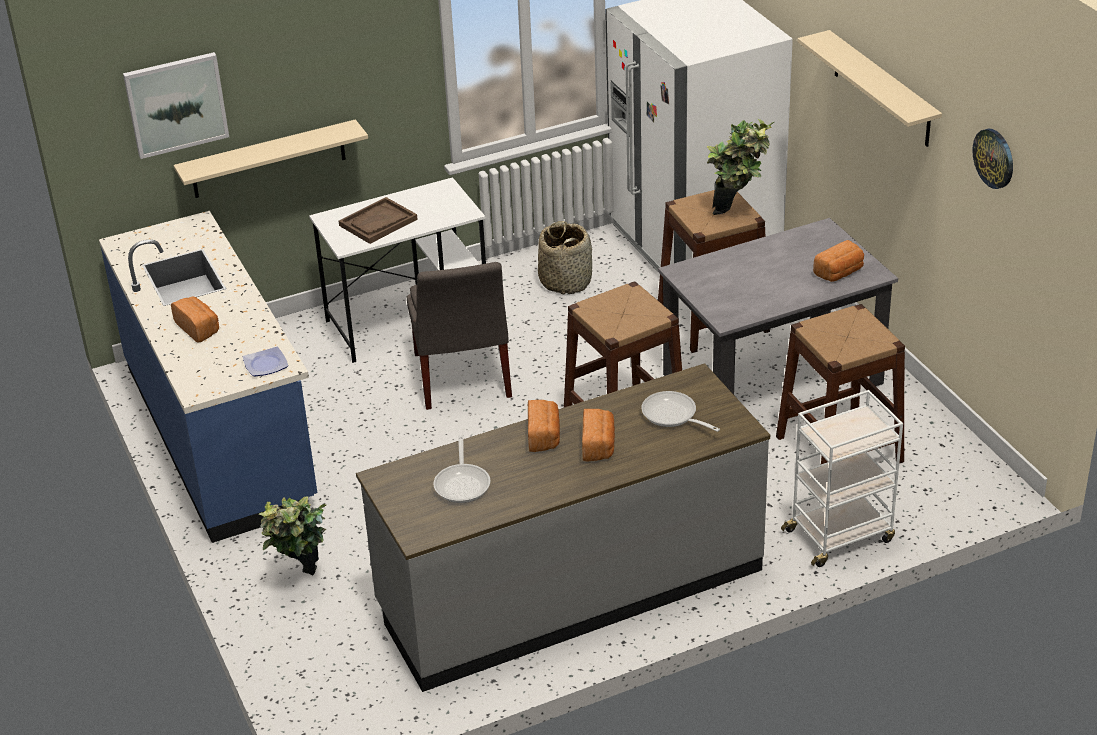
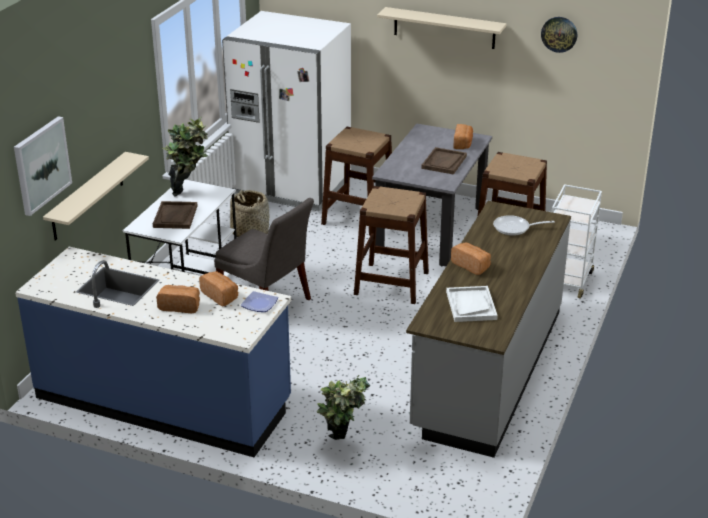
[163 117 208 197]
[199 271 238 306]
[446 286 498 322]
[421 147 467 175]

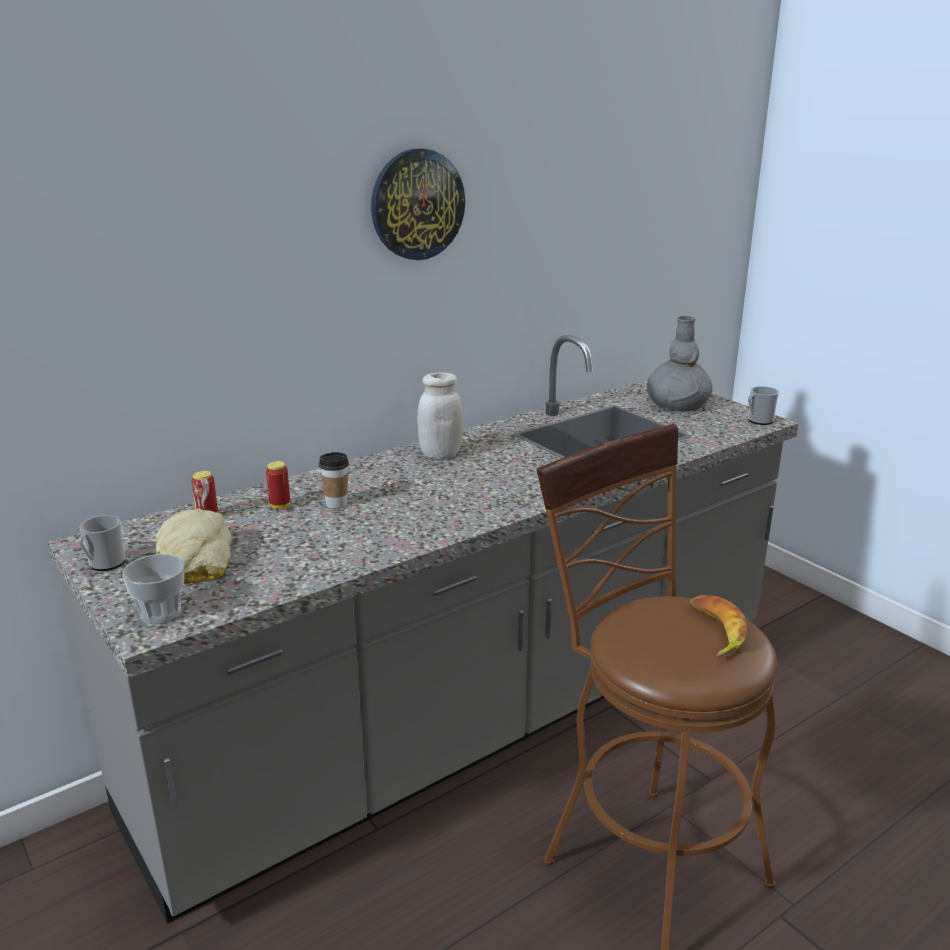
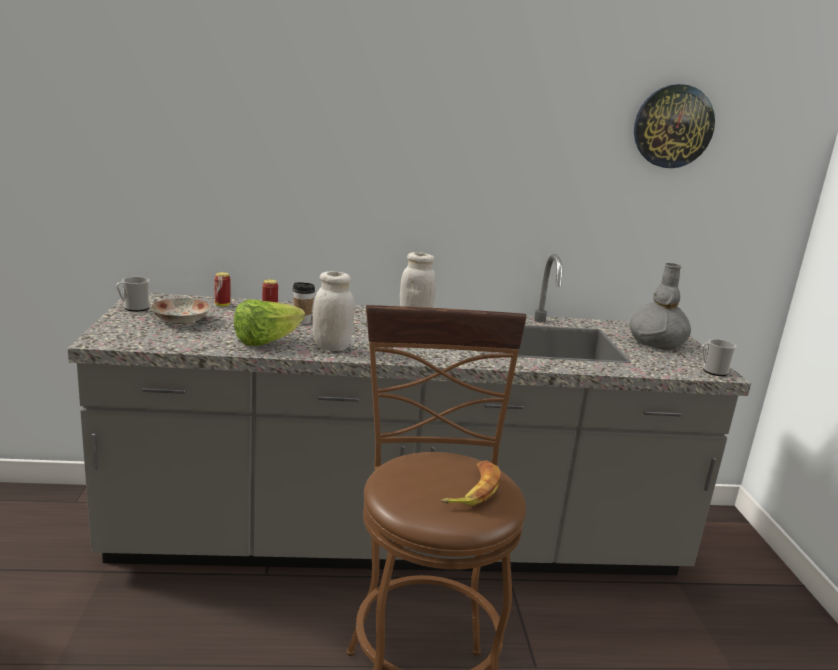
[634 84 715 168]
[150 298 211 324]
[122 554 184 624] (first image)
[313 271 355 351]
[234 299 305 346]

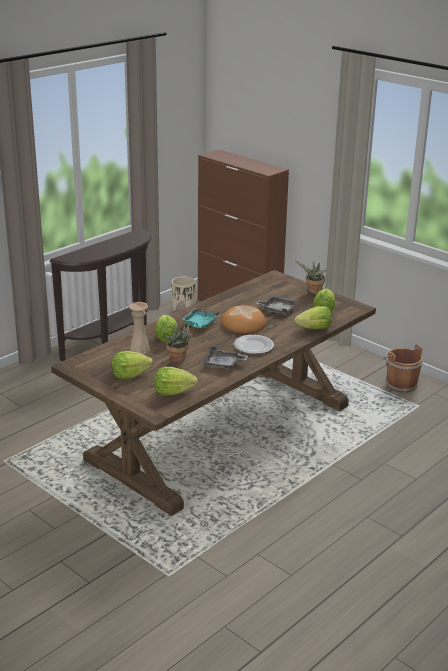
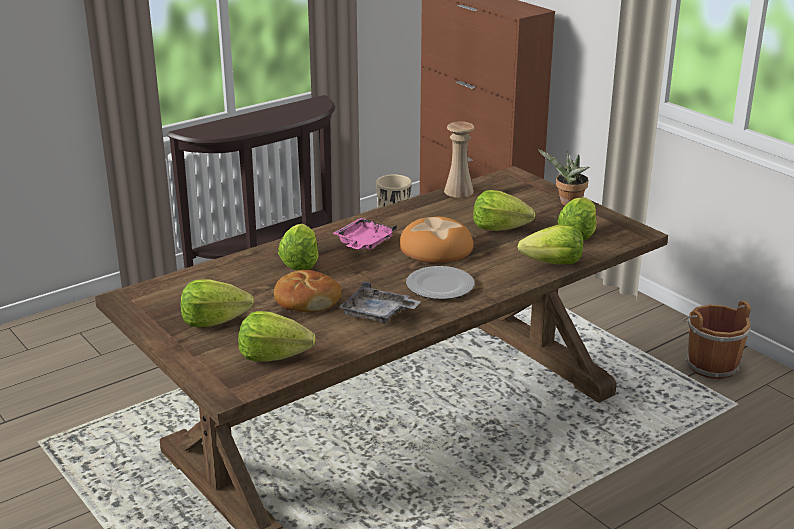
[473 190 535 231]
[444 122 475 198]
[333 218 397 250]
[274 270 341 312]

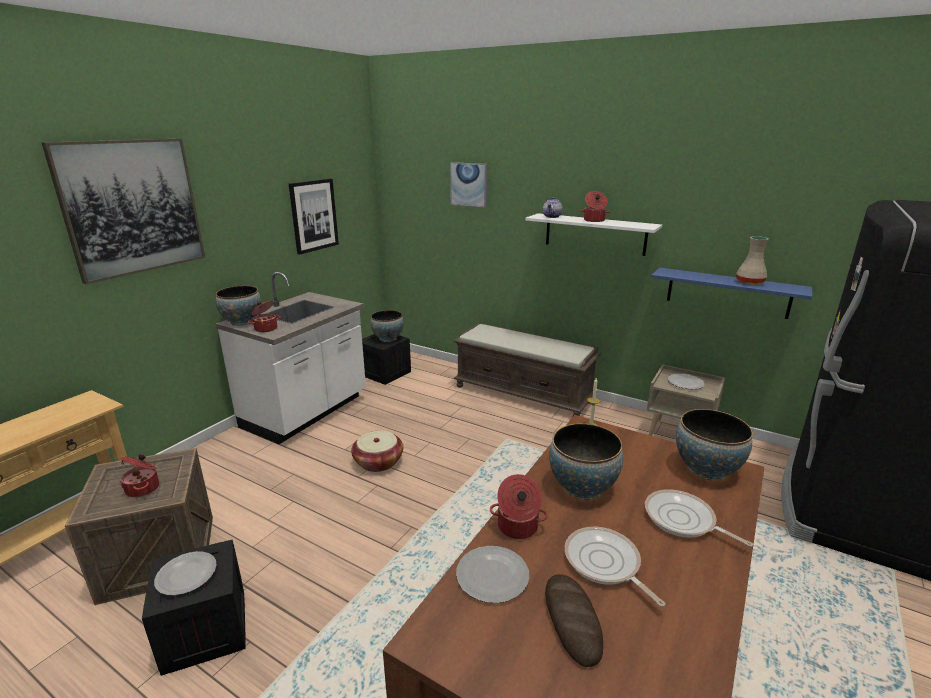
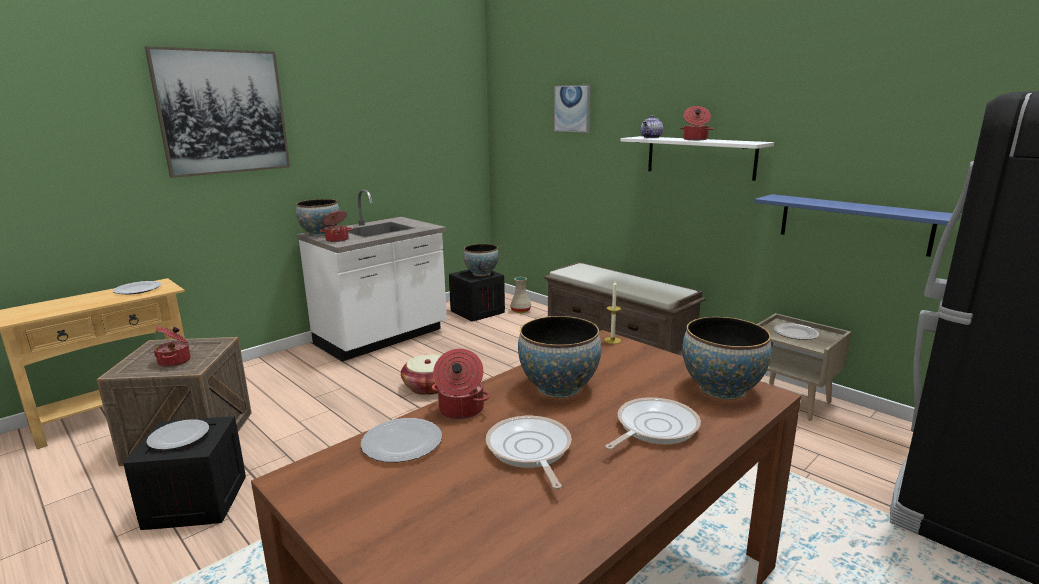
[289 179 339 255] (first image)
[510 277 531 313]
[605 397 701 450]
[545 574 603 667] (first image)
[113 281 161 294]

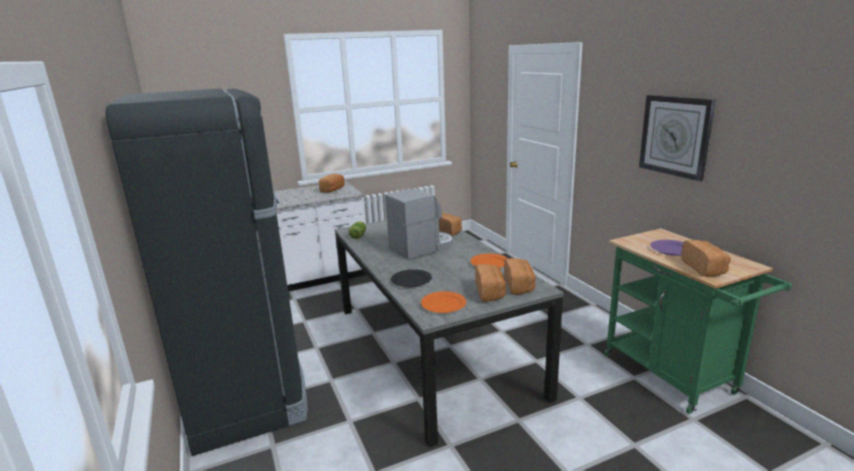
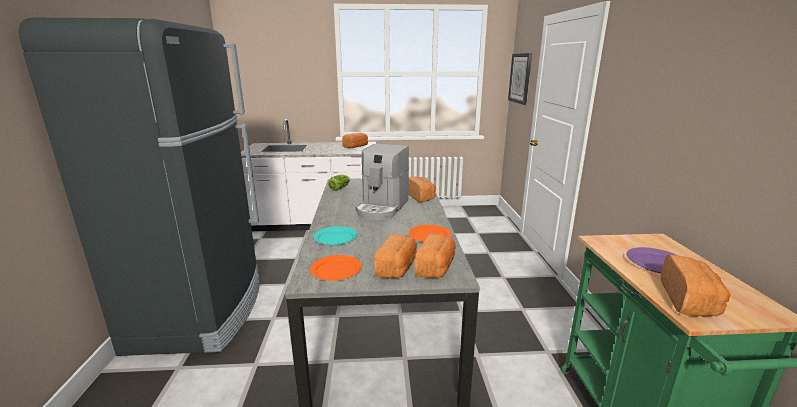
[508 53 532 105]
[356 144 409 220]
[313 226 357 245]

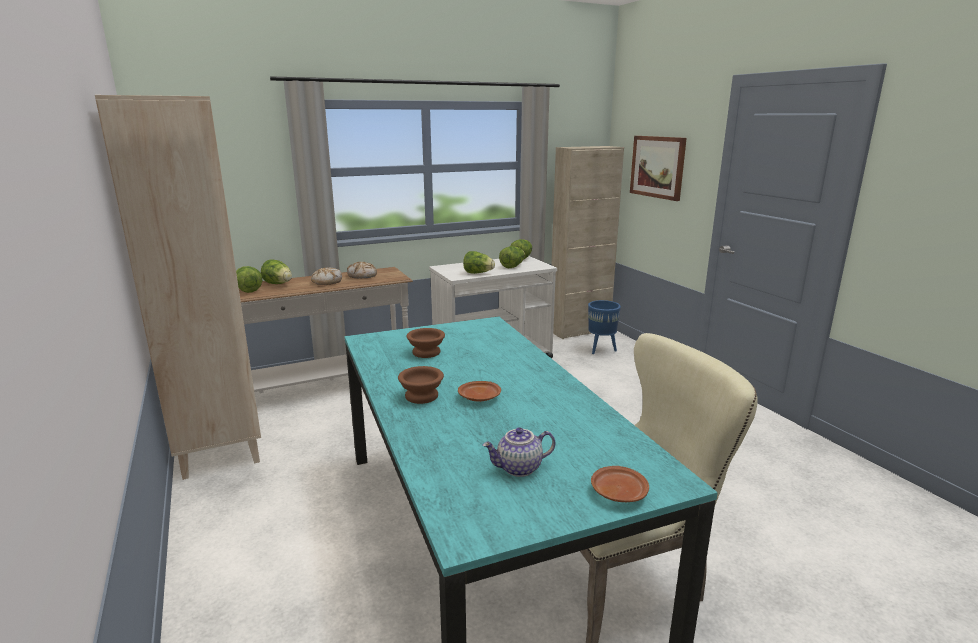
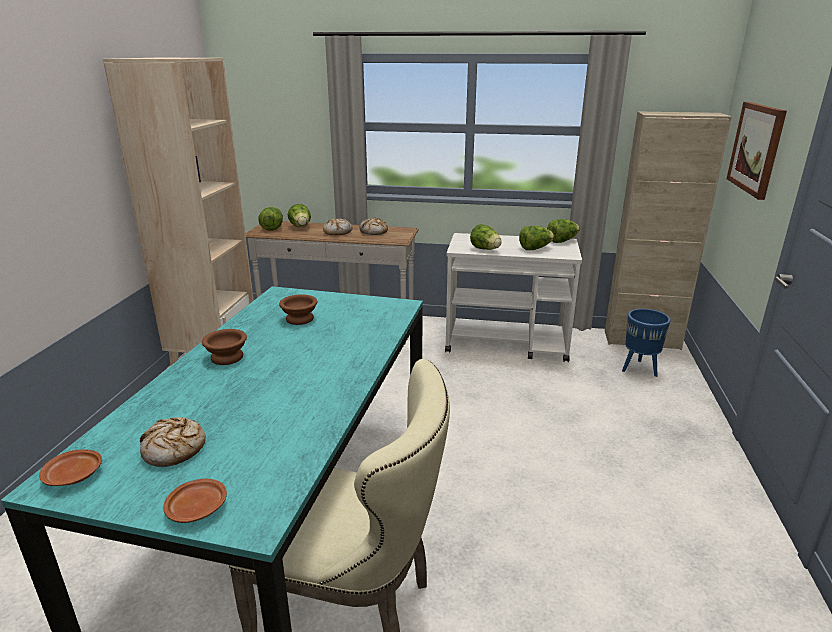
[39 449 102 486]
[140 417 206 467]

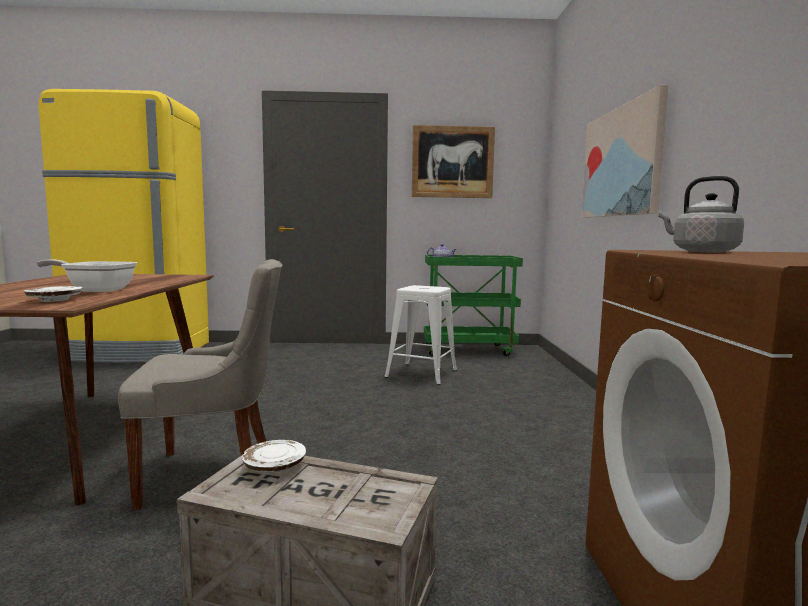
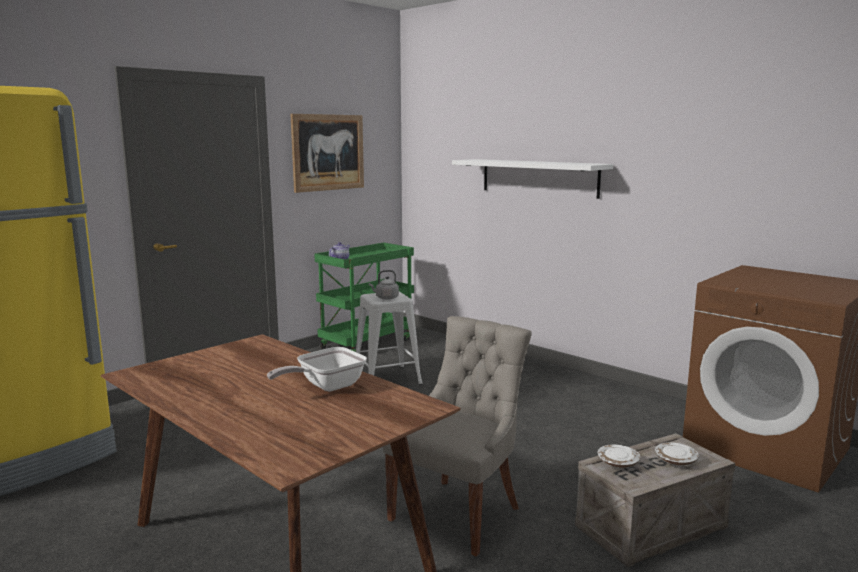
[452 159 614 199]
[369 270 399 300]
[655 442 699 466]

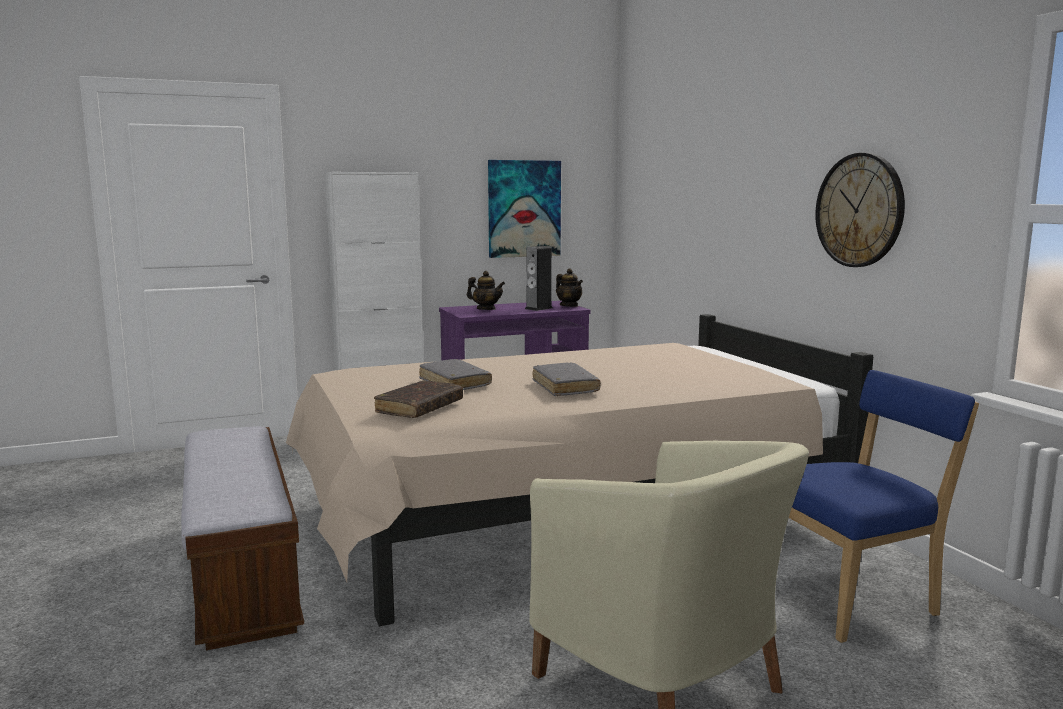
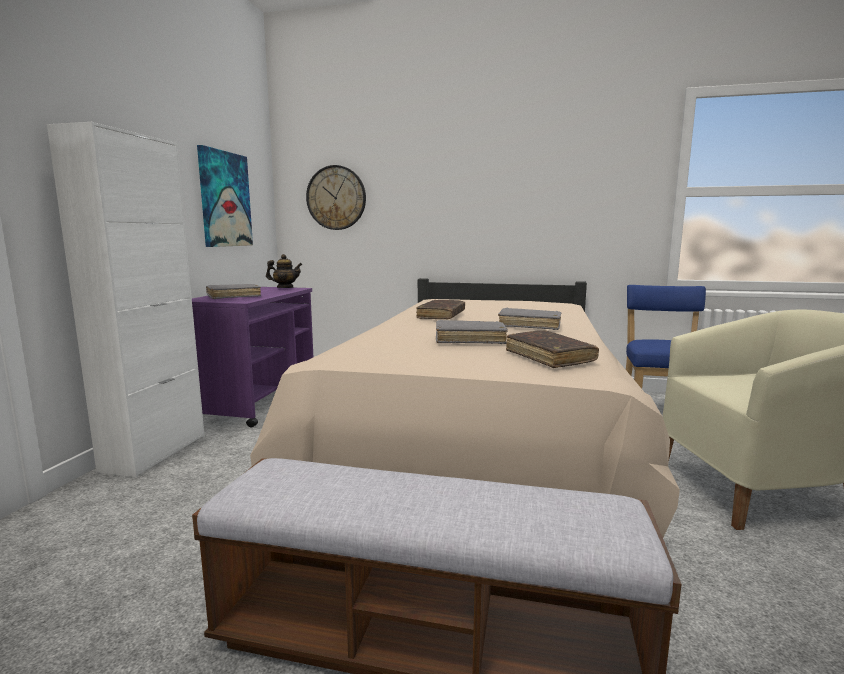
[306 165 366 230]
[525 246 553 311] (first image)
[206 284 261 299]
[416 300 465 320]

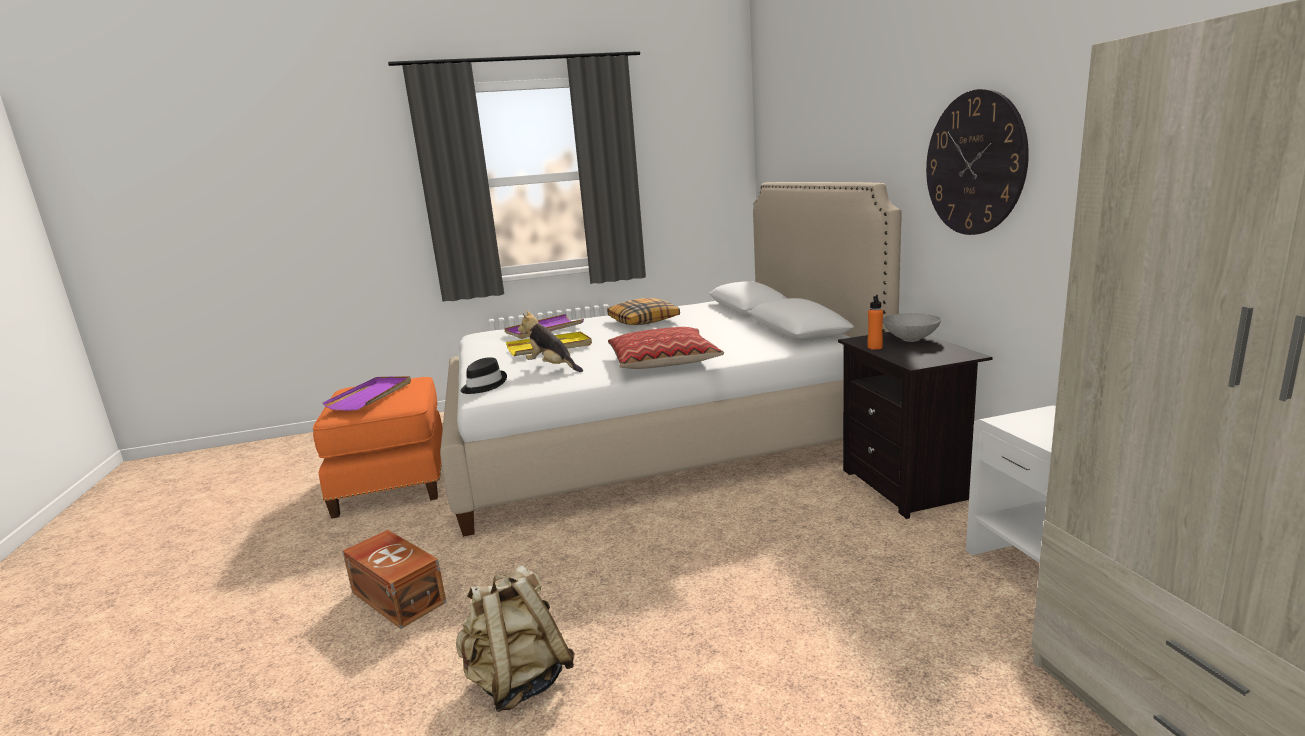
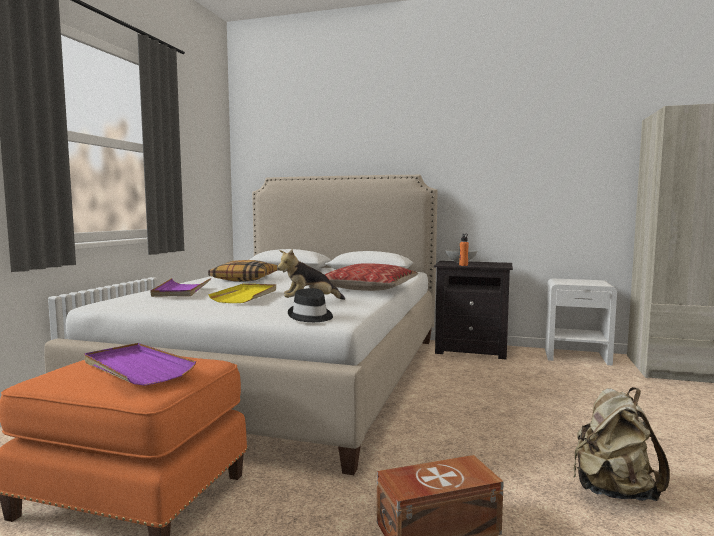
[926 89 1029 235] (first image)

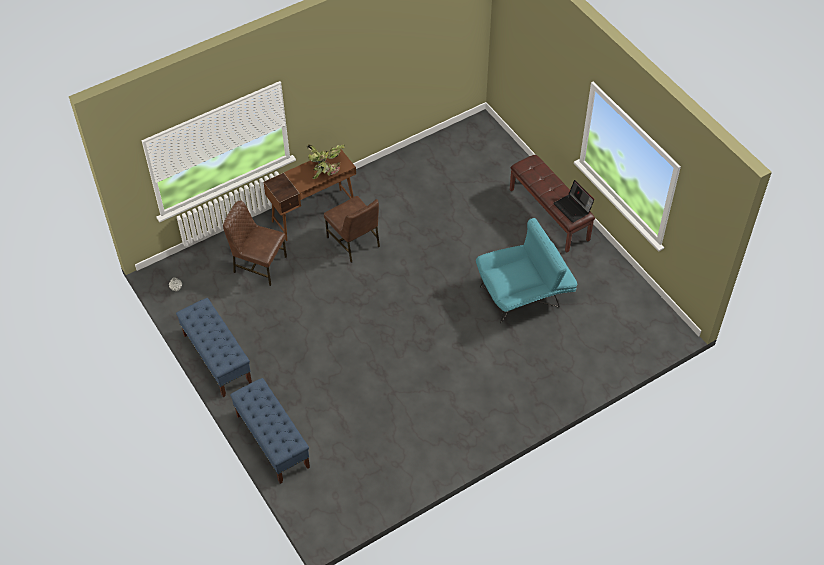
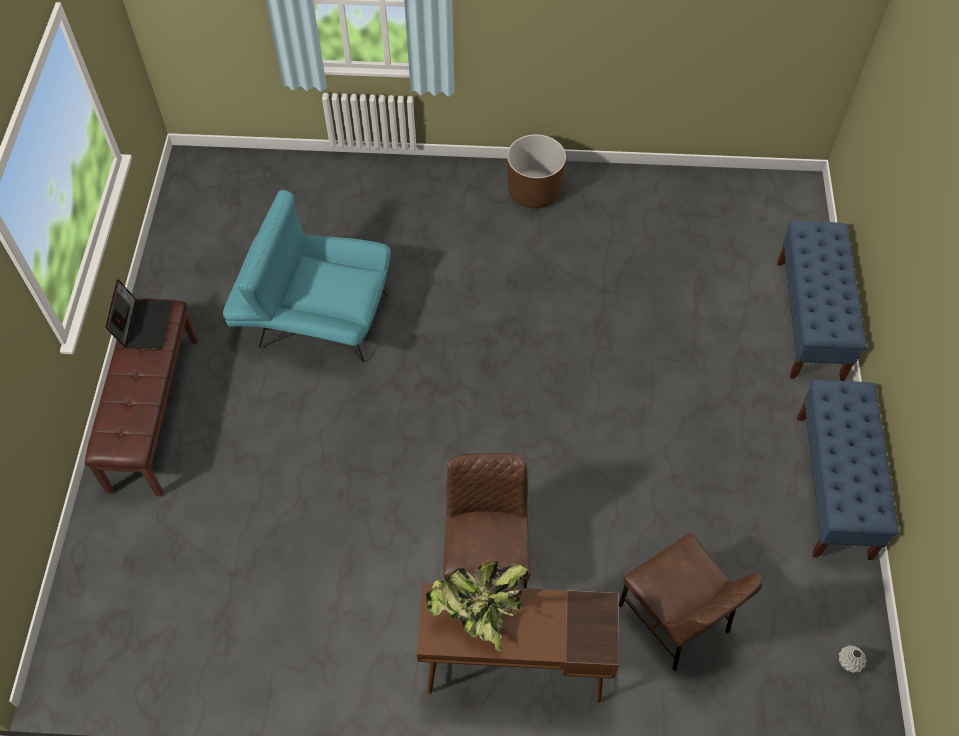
[507 134 566 208]

